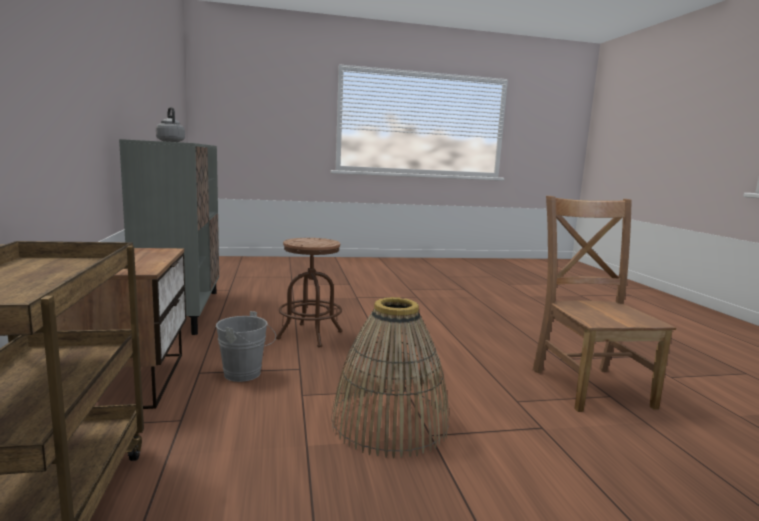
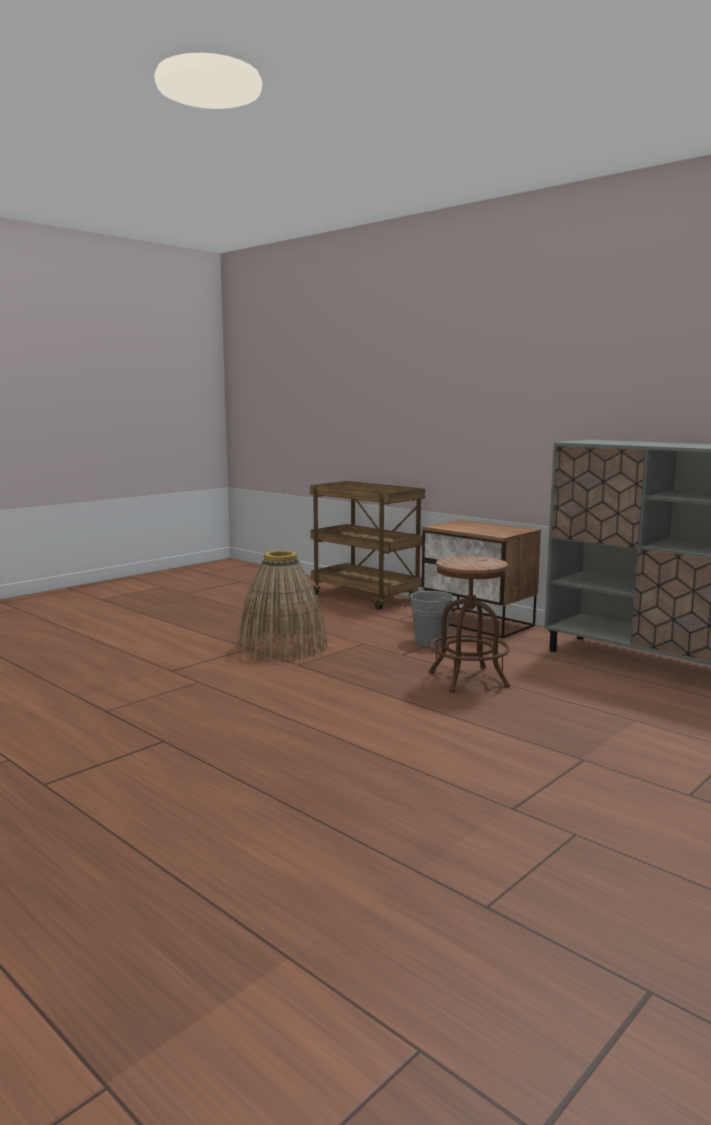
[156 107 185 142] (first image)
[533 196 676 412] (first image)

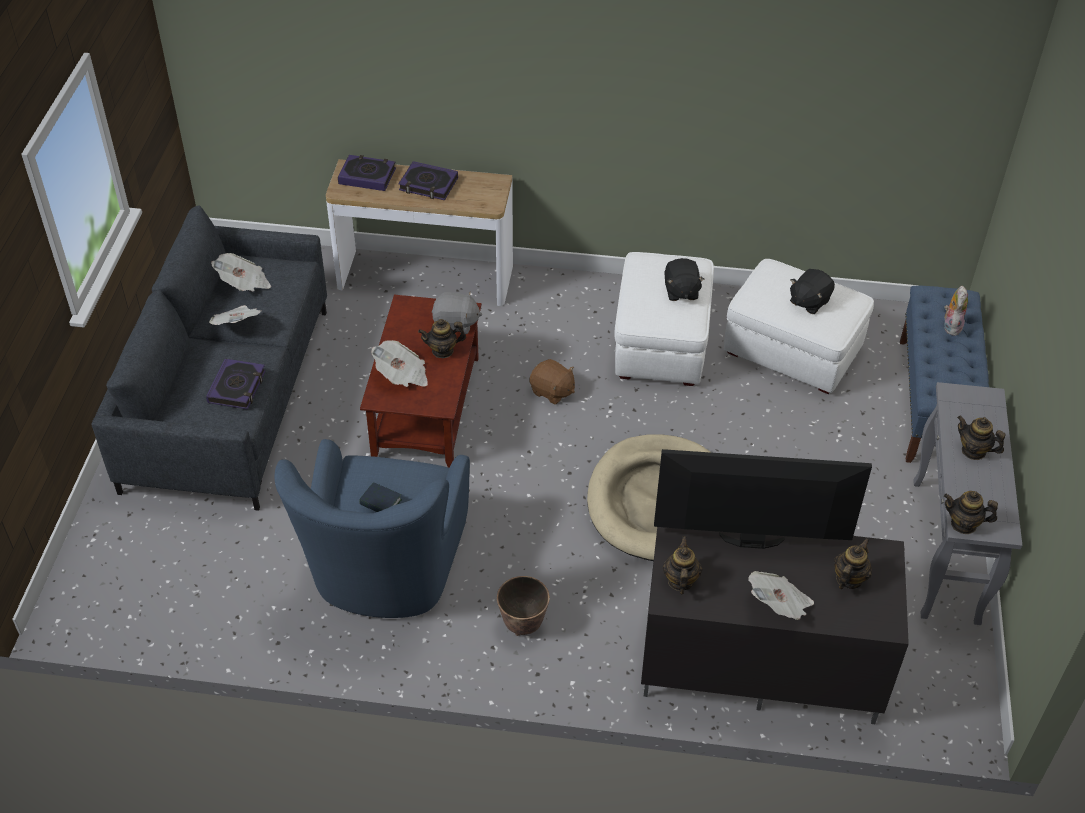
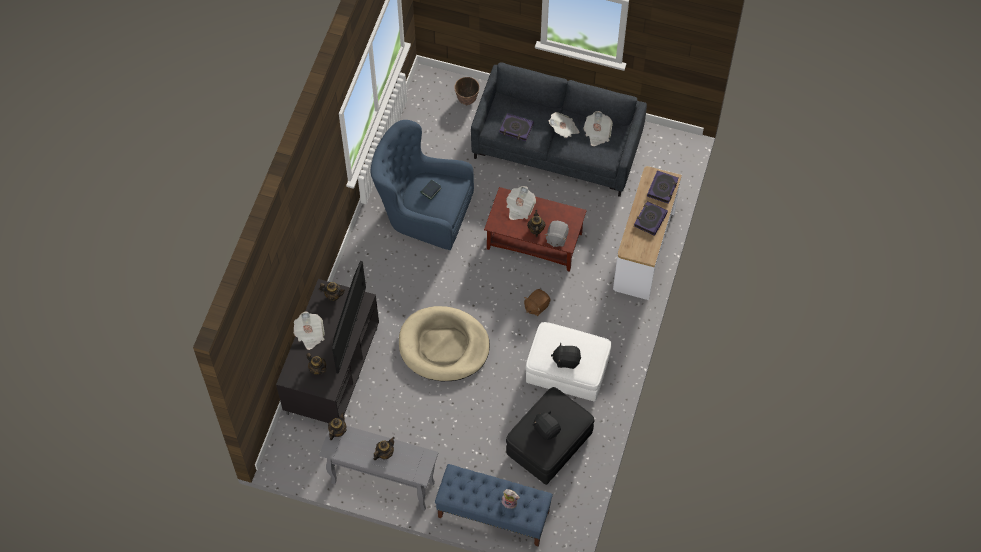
[506 387 594 485]
[454 77 479 106]

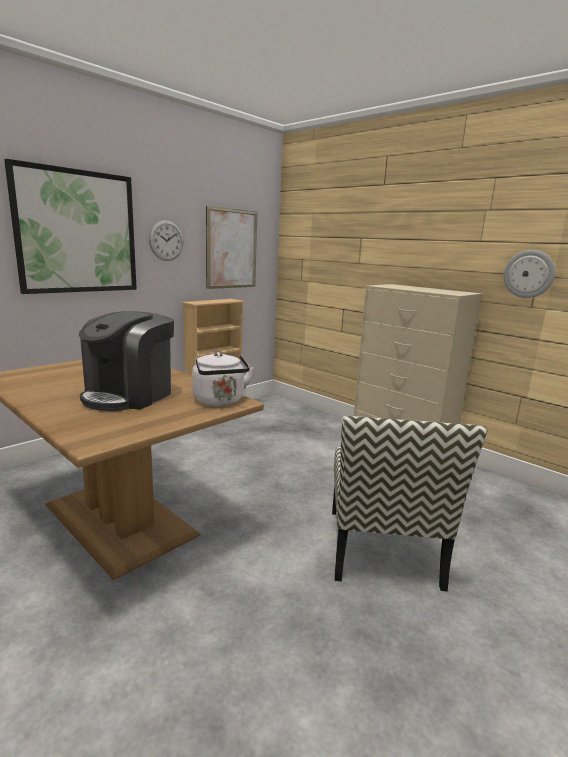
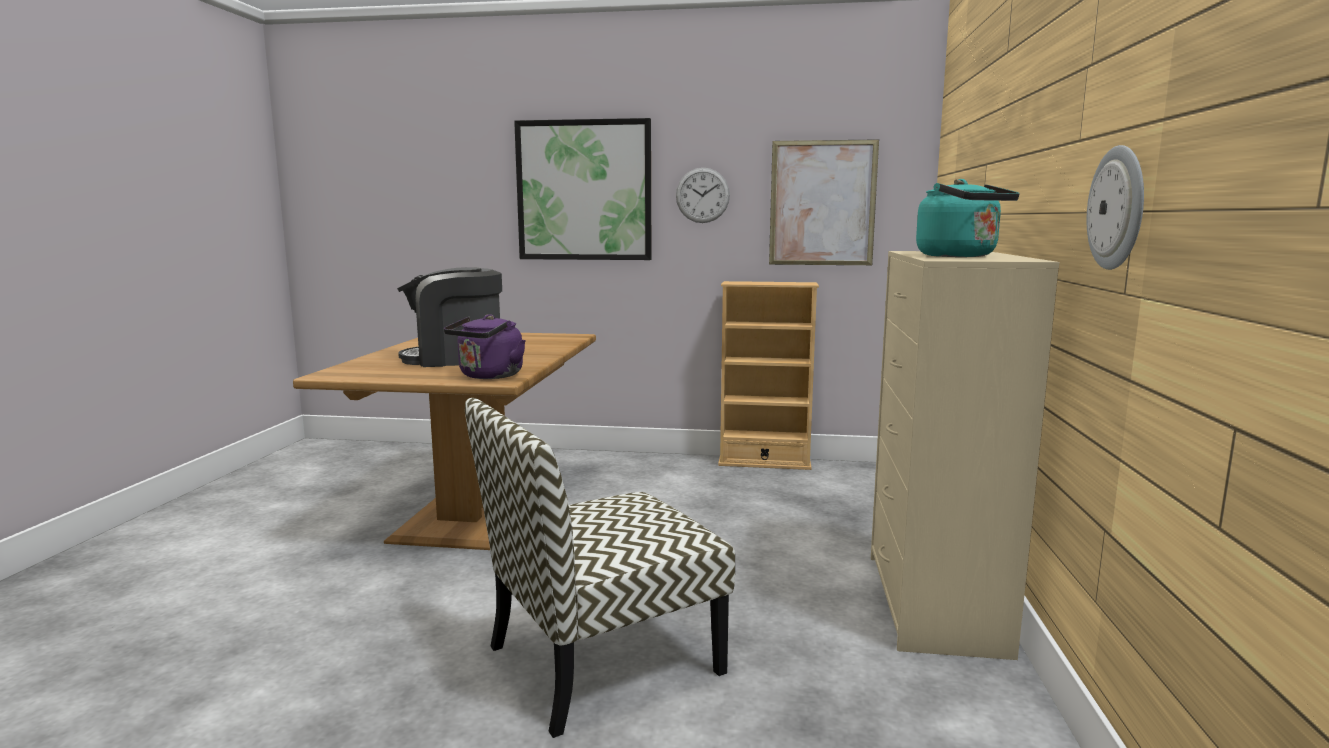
[444 314 526 379]
[916 179 1020 257]

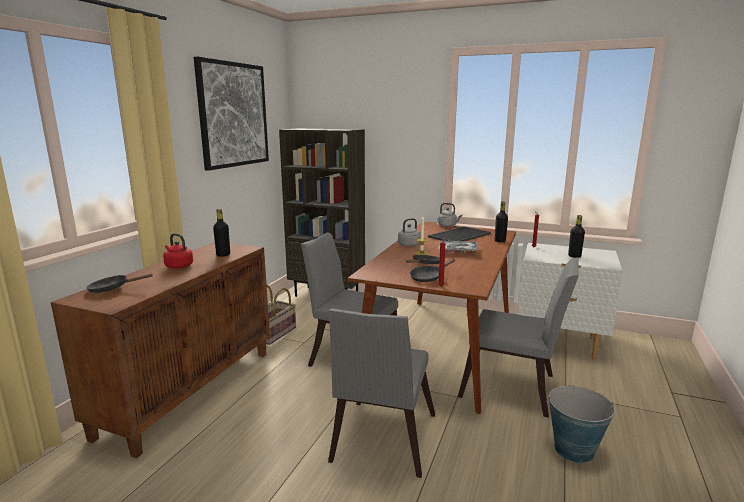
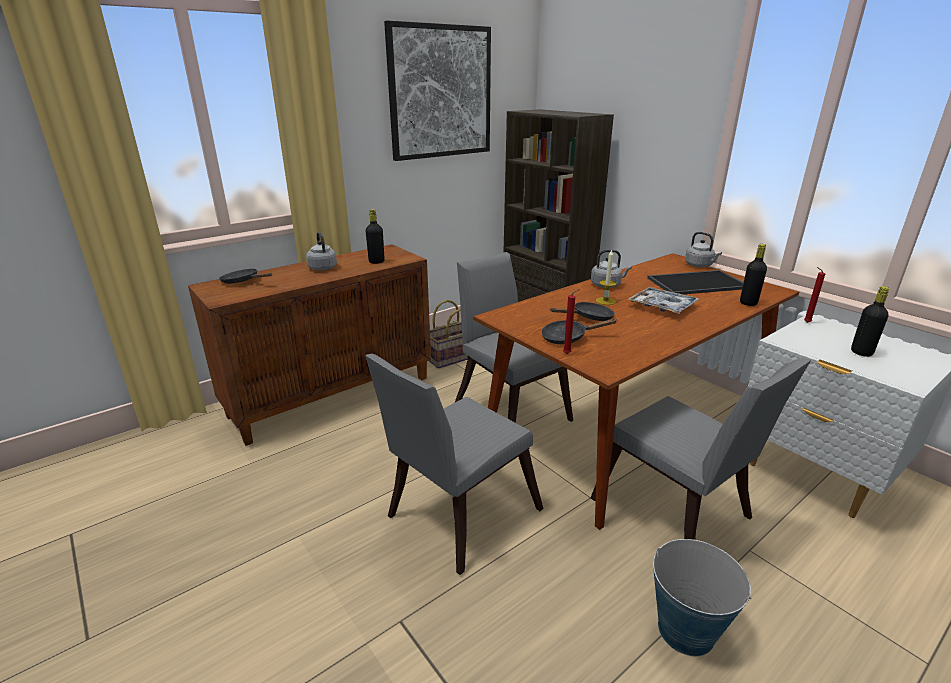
[306 232 337 270]

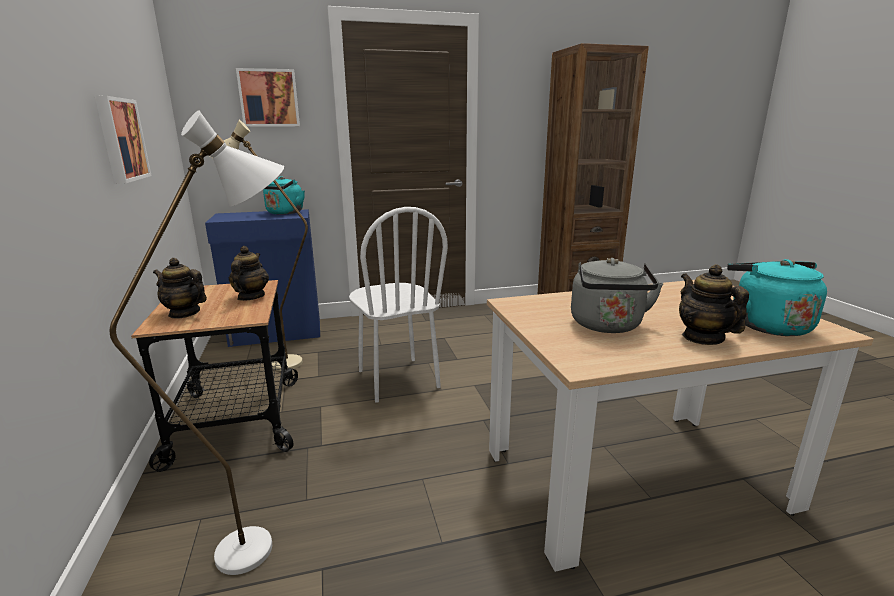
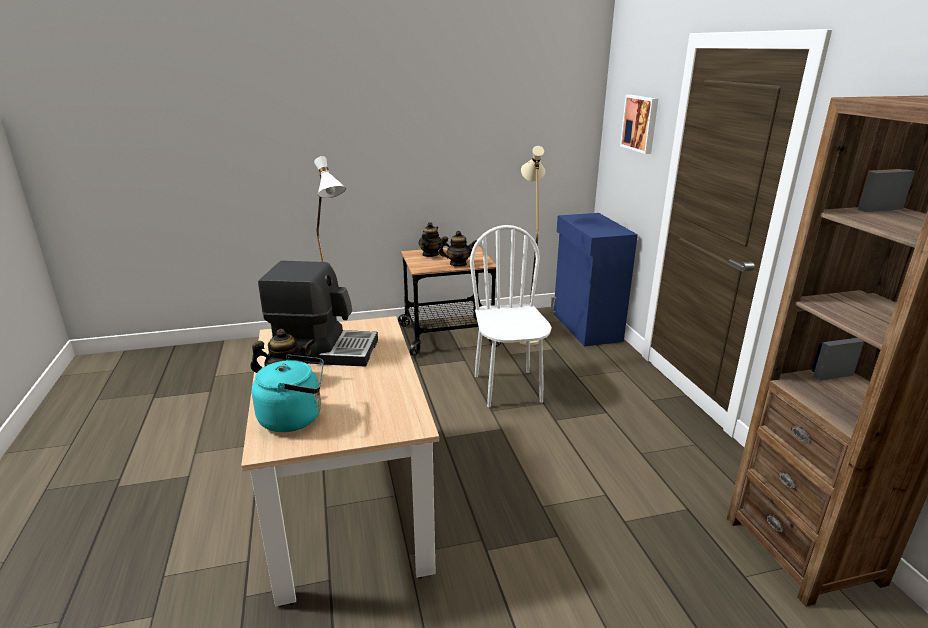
[95 96 152 184] (first image)
[263 176 305 215] (first image)
[470 225 552 407]
[258 261 378 367]

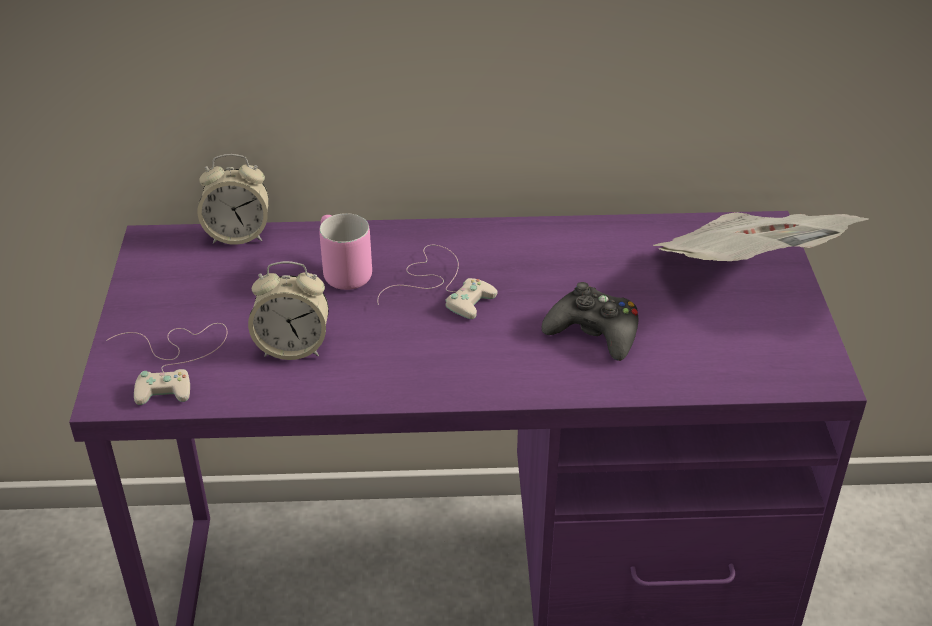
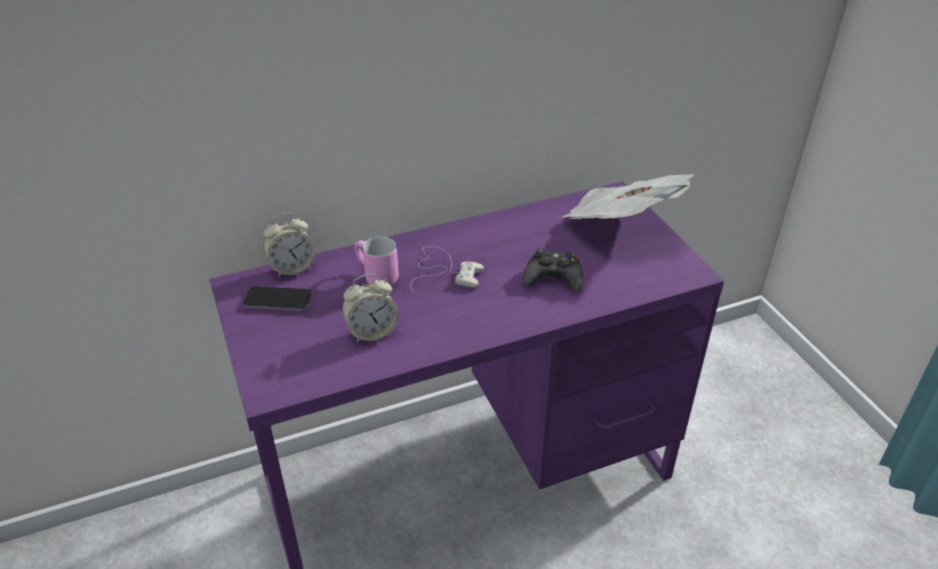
[106 323 227 405] (first image)
[243 286 313 311]

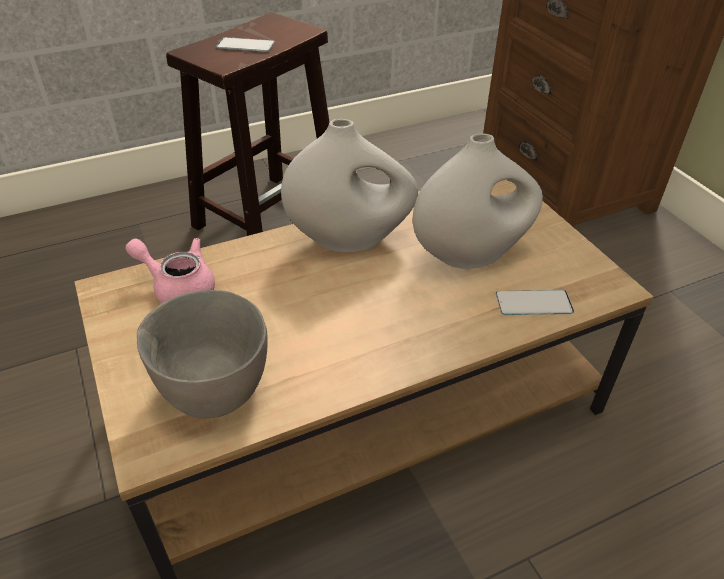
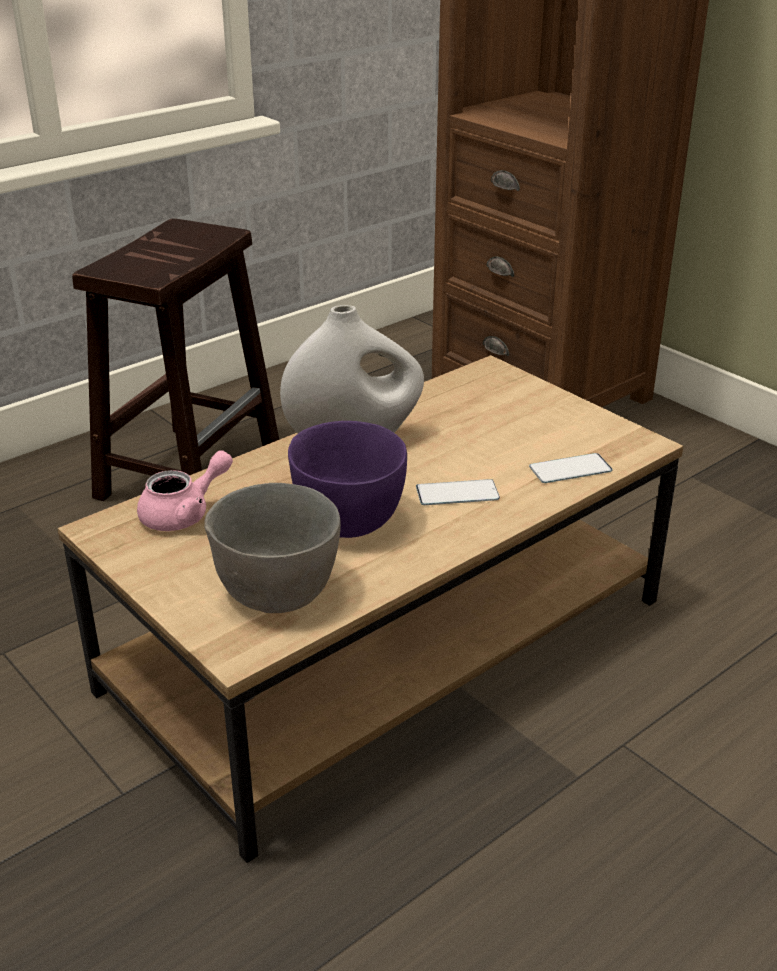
[416 479 500 505]
[413 133 543 269] (first image)
[137 450 233 531]
[288 421 407 538]

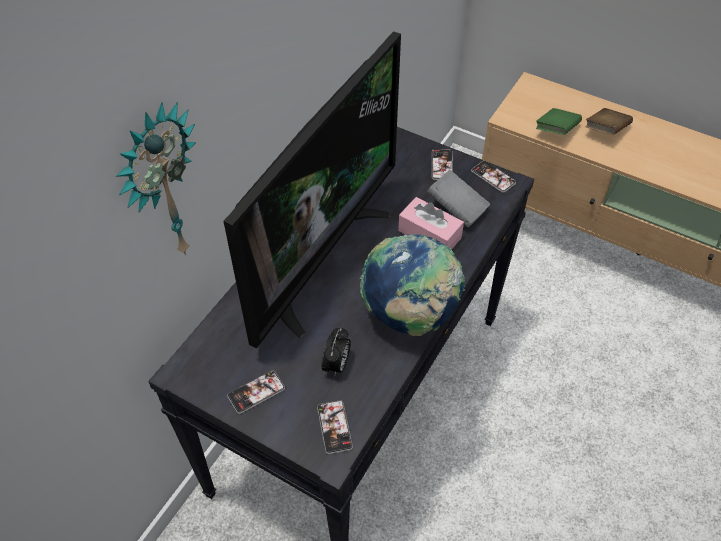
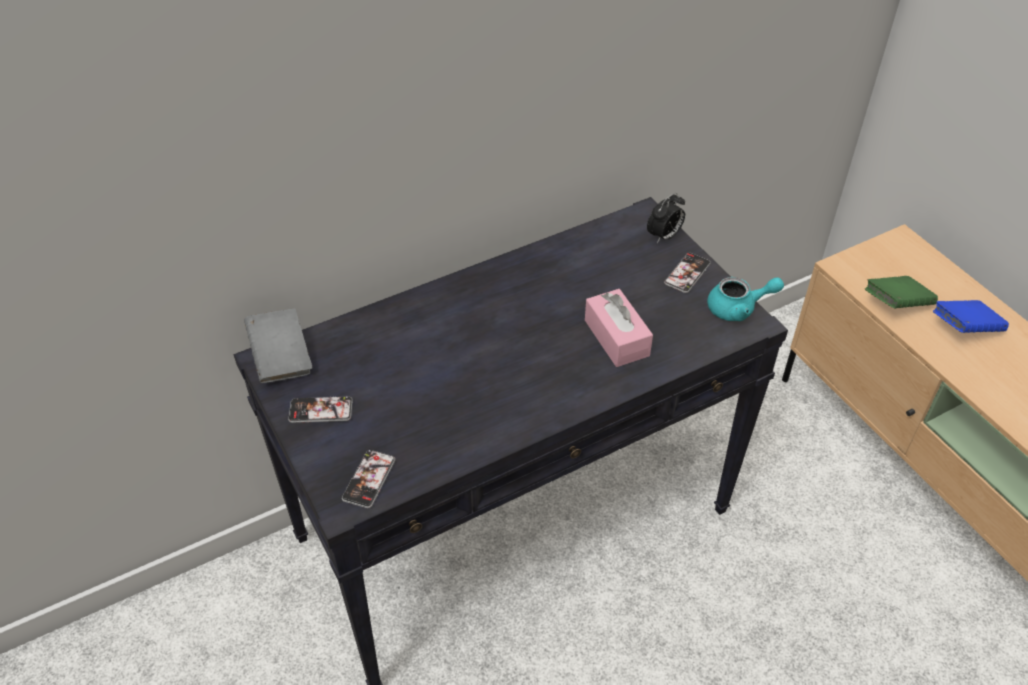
[223 31 401 348] (first image)
[116 102 196 256] (first image)
[933 300 1009 333]
[707 277 784 321]
[244 308 312 383]
[360 234 465 336] (first image)
[647 193 685 243]

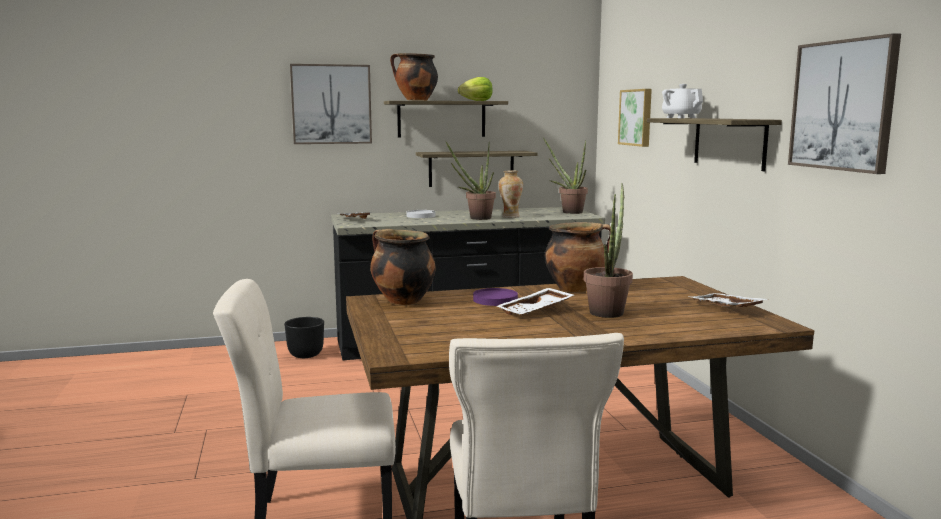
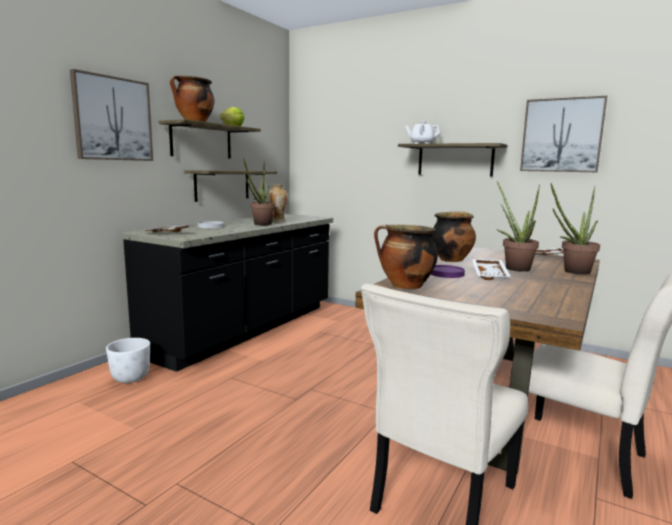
[618 89 652 147] (first image)
[551 183 600 275]
[106 338 150 383]

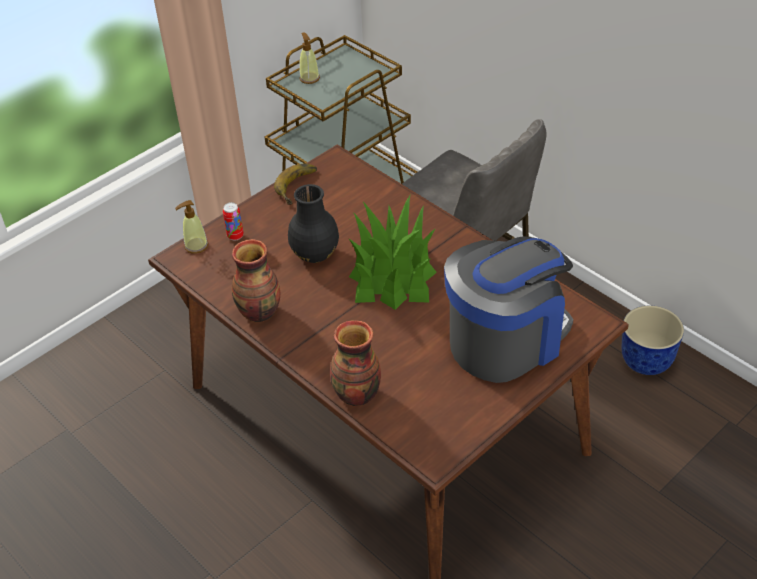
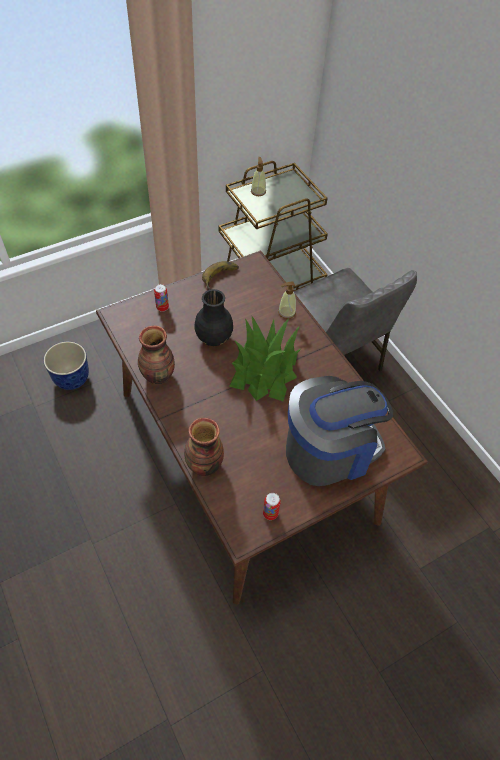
[278 281 296 319]
[44 342 89 390]
[263 493 281 520]

